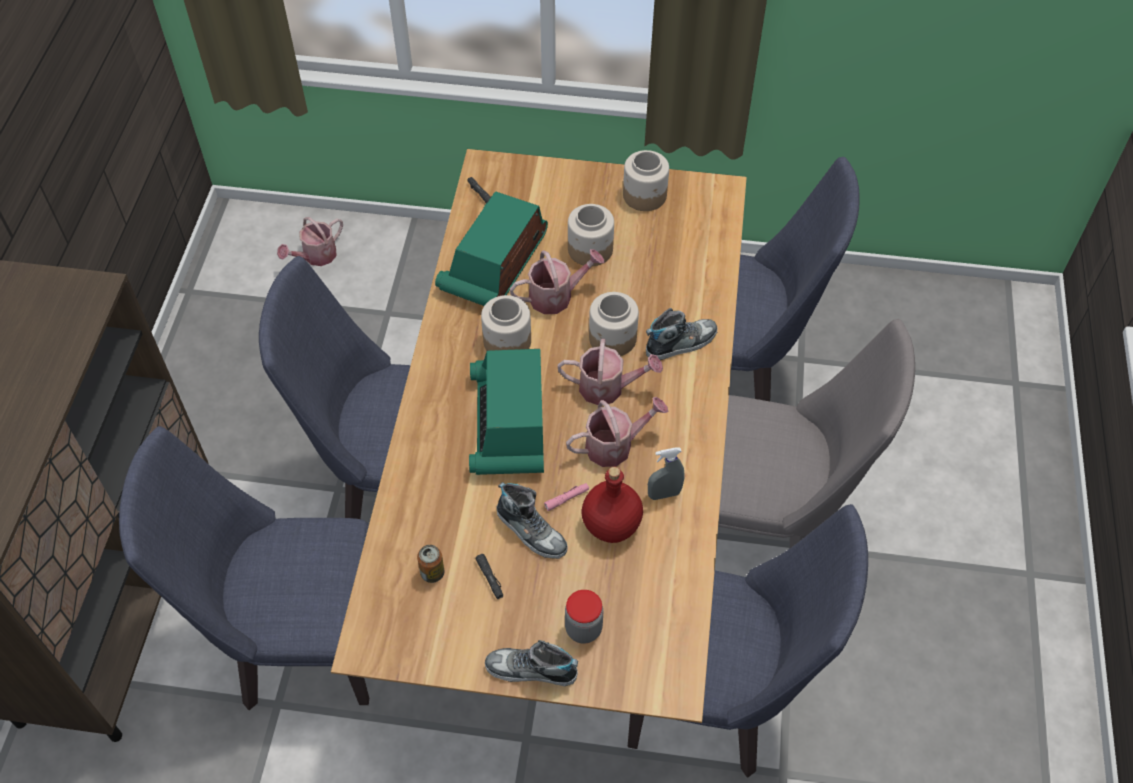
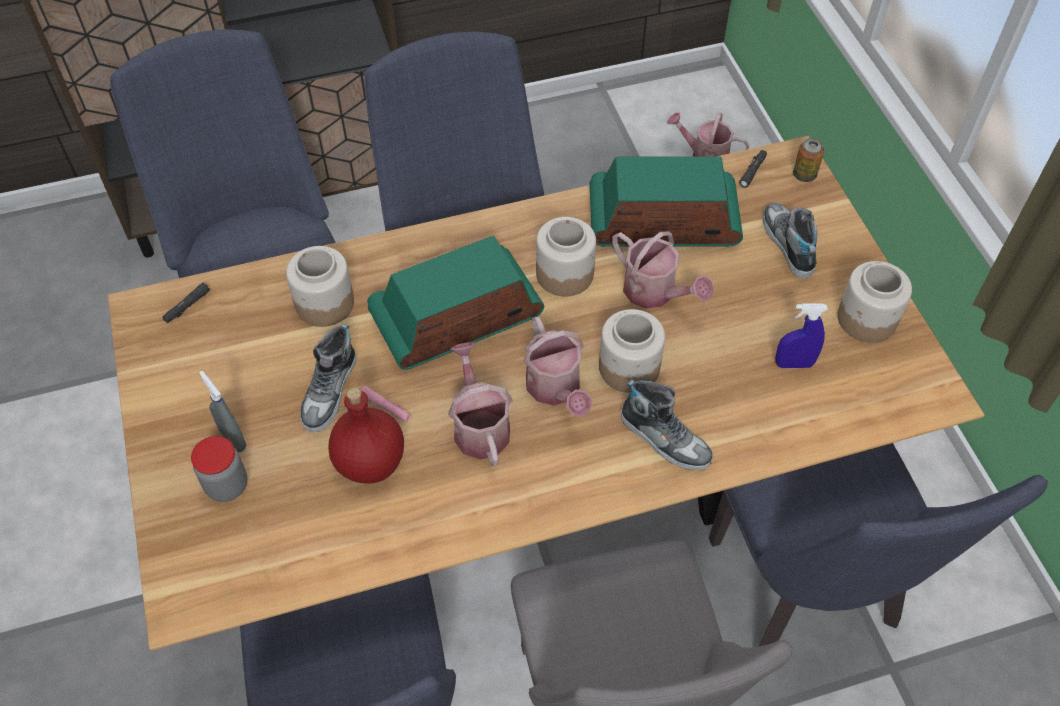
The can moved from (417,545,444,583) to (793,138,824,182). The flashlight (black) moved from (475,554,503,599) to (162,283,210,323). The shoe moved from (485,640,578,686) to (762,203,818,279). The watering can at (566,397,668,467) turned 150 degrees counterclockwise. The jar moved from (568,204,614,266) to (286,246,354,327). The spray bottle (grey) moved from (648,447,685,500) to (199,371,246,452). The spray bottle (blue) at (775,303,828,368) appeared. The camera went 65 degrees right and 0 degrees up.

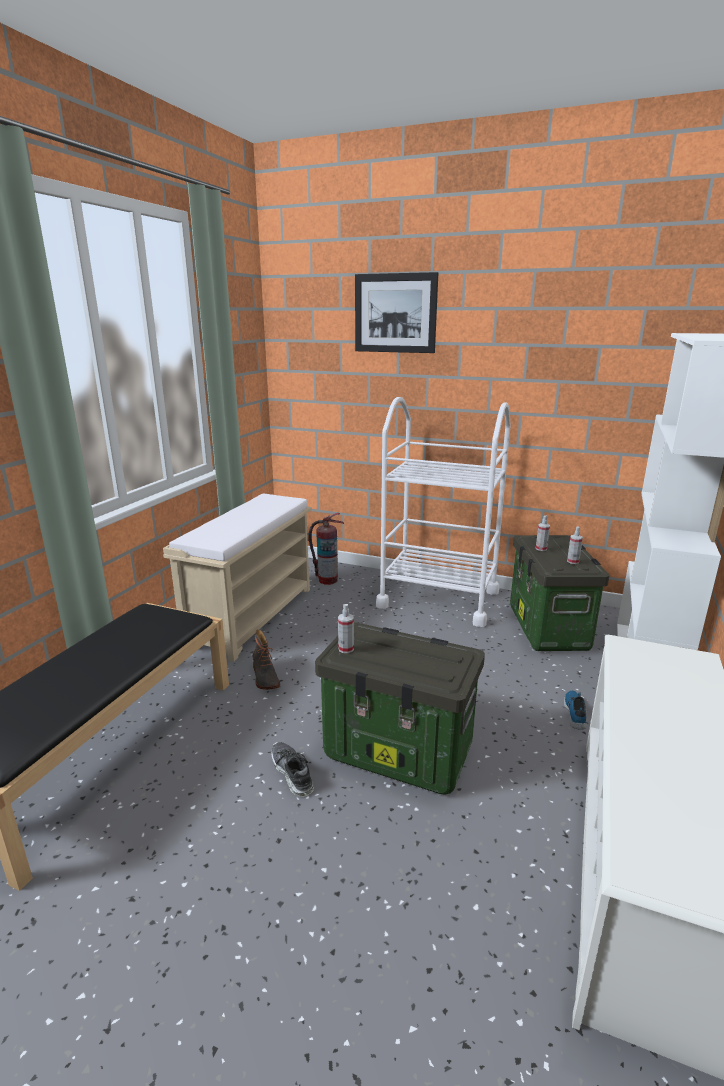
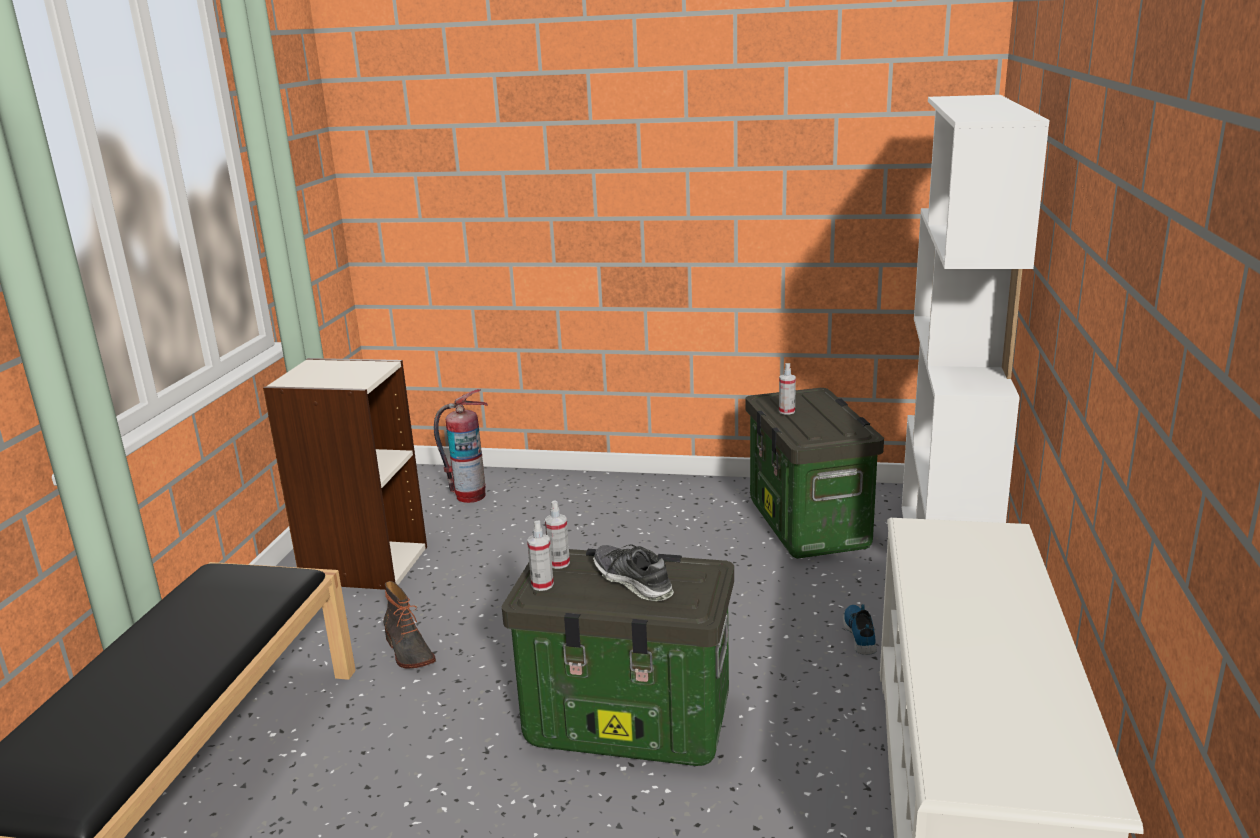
The bench (beige) at (163,494,312,662) was replaced by the bookcase at (263,358,427,590). The shoe moved from (272,742,314,797) to (593,544,674,601). The picture at (355,272,438,353) disappeared. The cart (white) at (376,397,511,627) disappeared. The spray bottle moved from (567,527,583,564) to (545,500,570,569). The camera went 10 degrees left and 0 degrees up.

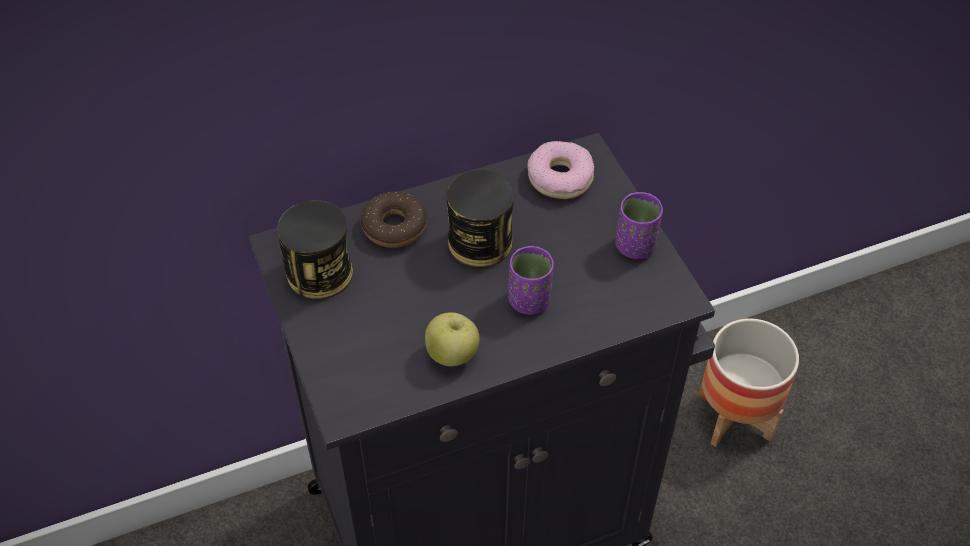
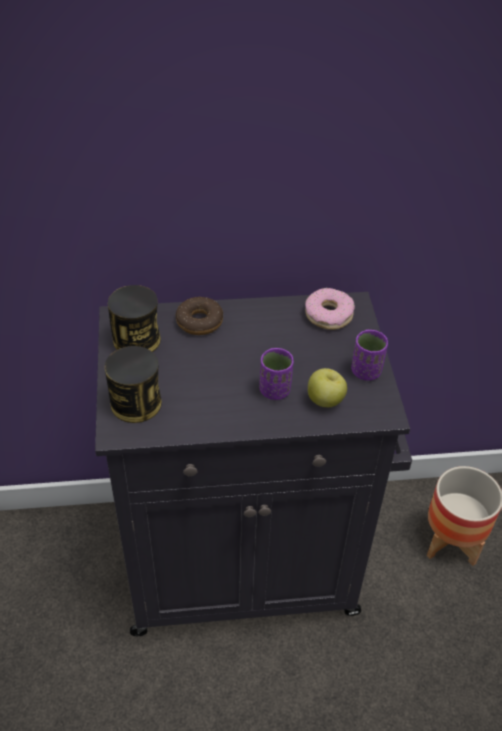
The apple moved from (425,312,480,367) to (308,368,347,407). The can moved from (446,170,514,268) to (105,346,162,423). The camera went 15 degrees right and 5 degrees down.

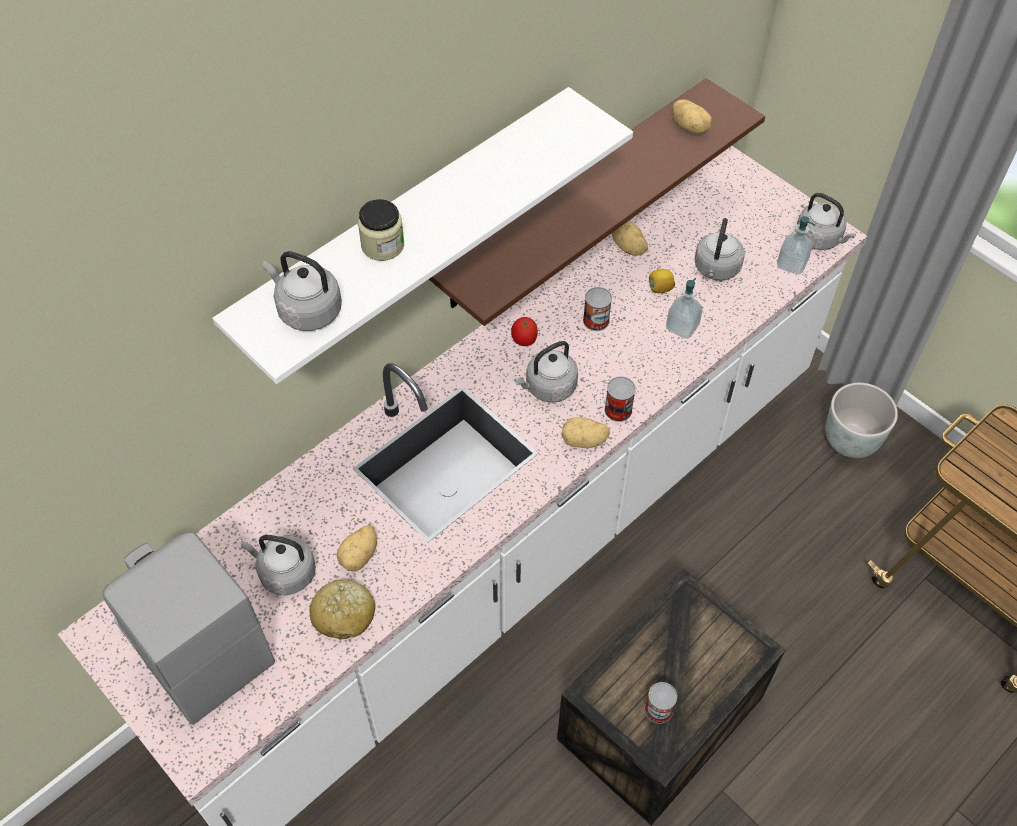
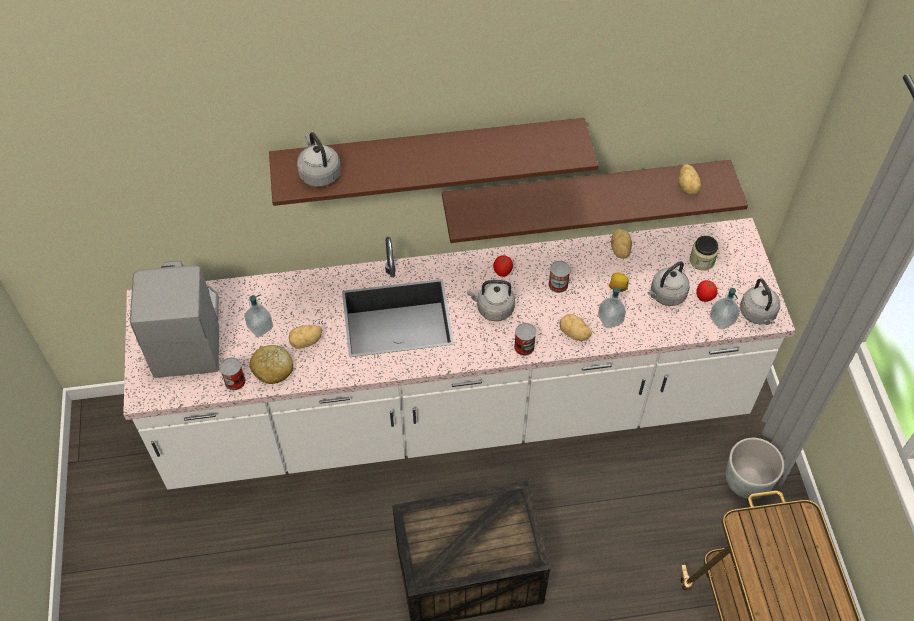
The shelf (white) at (213,87,633,384) became the shelf (brown) at (269,118,598,206). The kettle (grey) at (241,535,316,595) was replaced by the soap dispenser at (244,295,273,337). The jar moved from (358,199,404,261) to (689,236,719,271). The potato moved from (561,417,610,448) to (560,314,592,341). The can moved from (645,682,677,724) to (220,357,246,390). The tomato at (696,280,718,302) appeared. The camera went 35 degrees right and 0 degrees up.

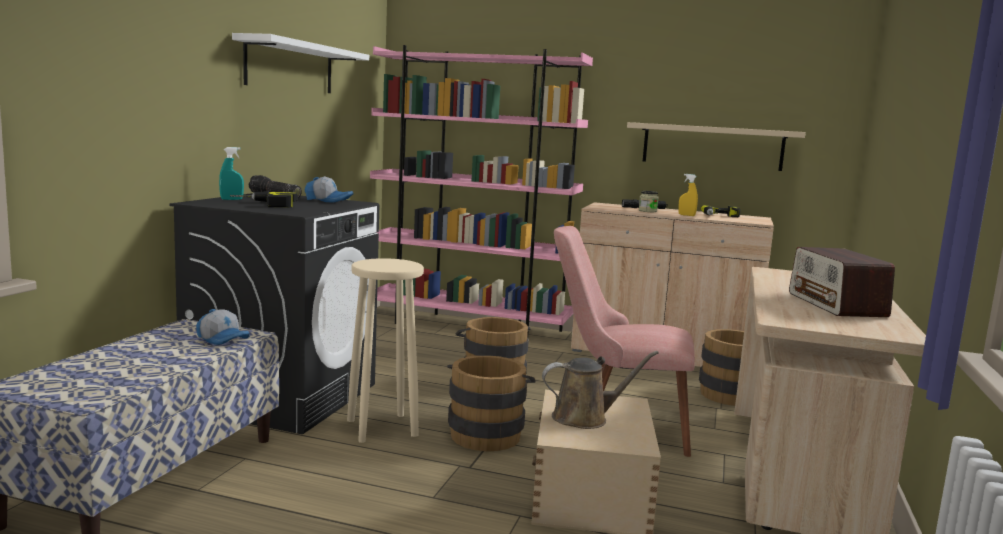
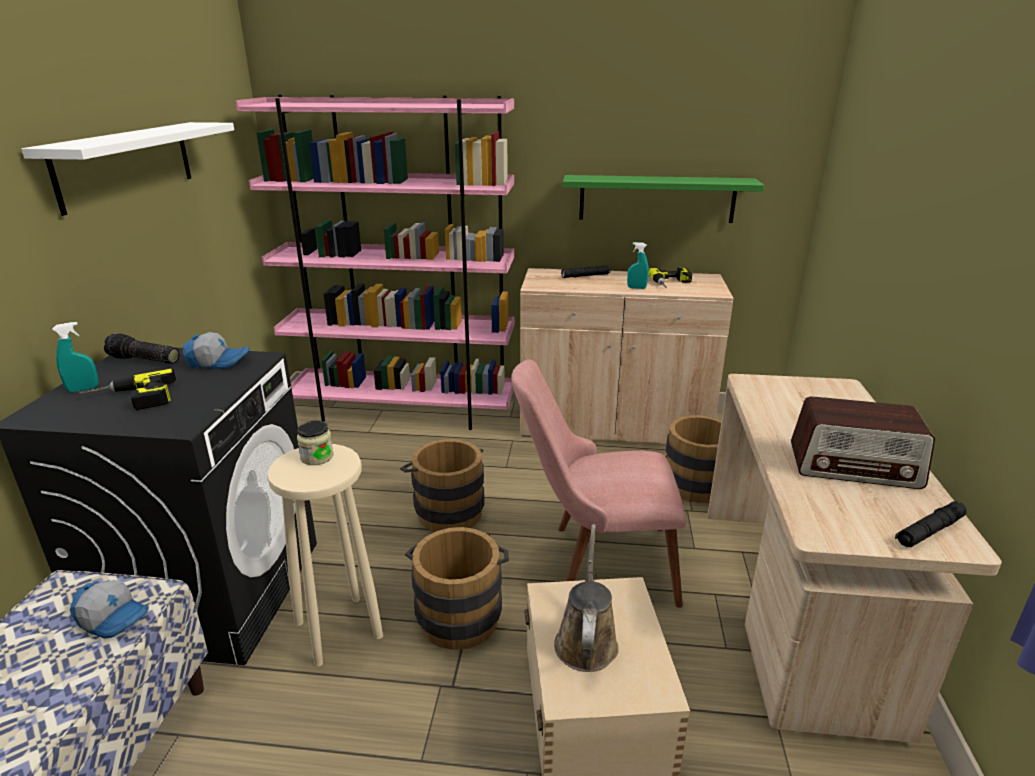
The watering can (brown) at (542,351,659,429) turned 60 degrees counterclockwise. The shelf (beige) at (627,122,806,171) became the shelf (green) at (563,175,764,223). The jar moved from (639,191,659,212) to (297,421,334,465). The spray bottle (yellow) at (678,174,698,216) became the spray bottle (turquoise) at (627,242,649,289). The radio at (789,247,895,317) turned 60 degrees counterclockwise. The flashlight (black) at (895,501,967,548) appeared. The camera went 10 degrees left and 15 degrees up.

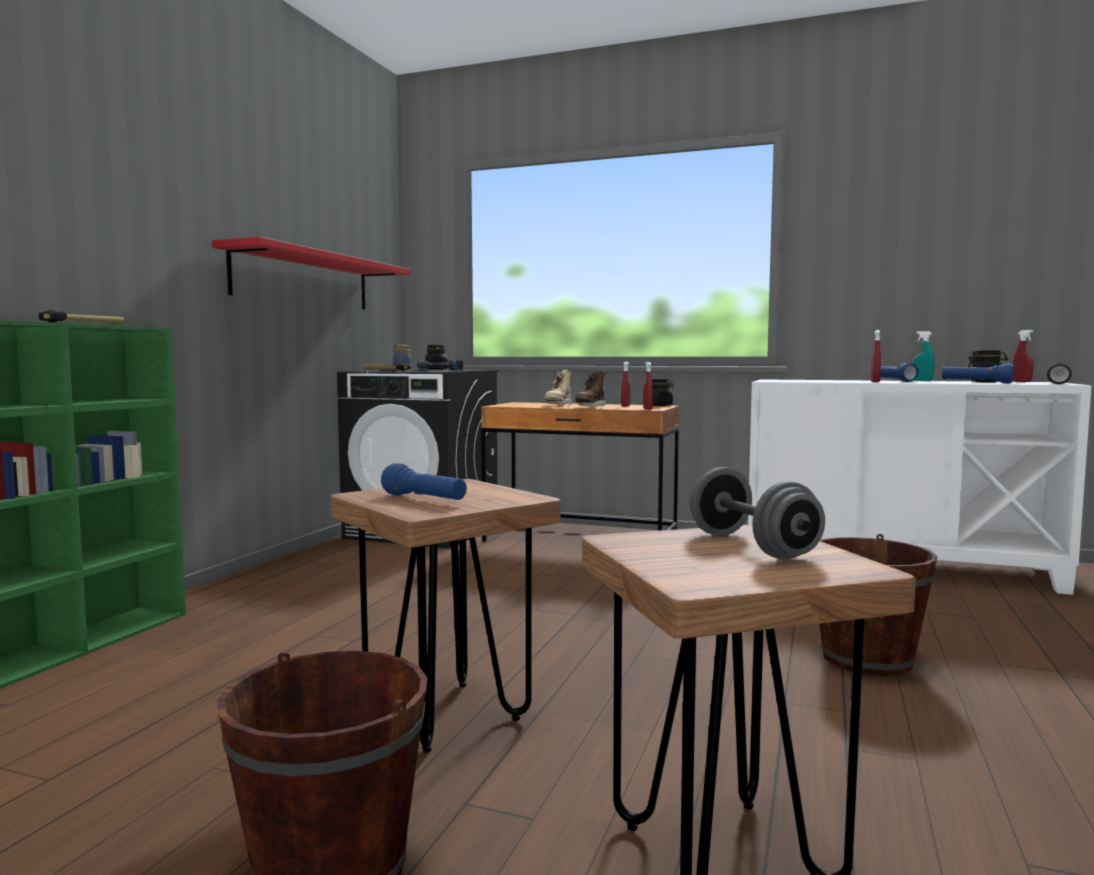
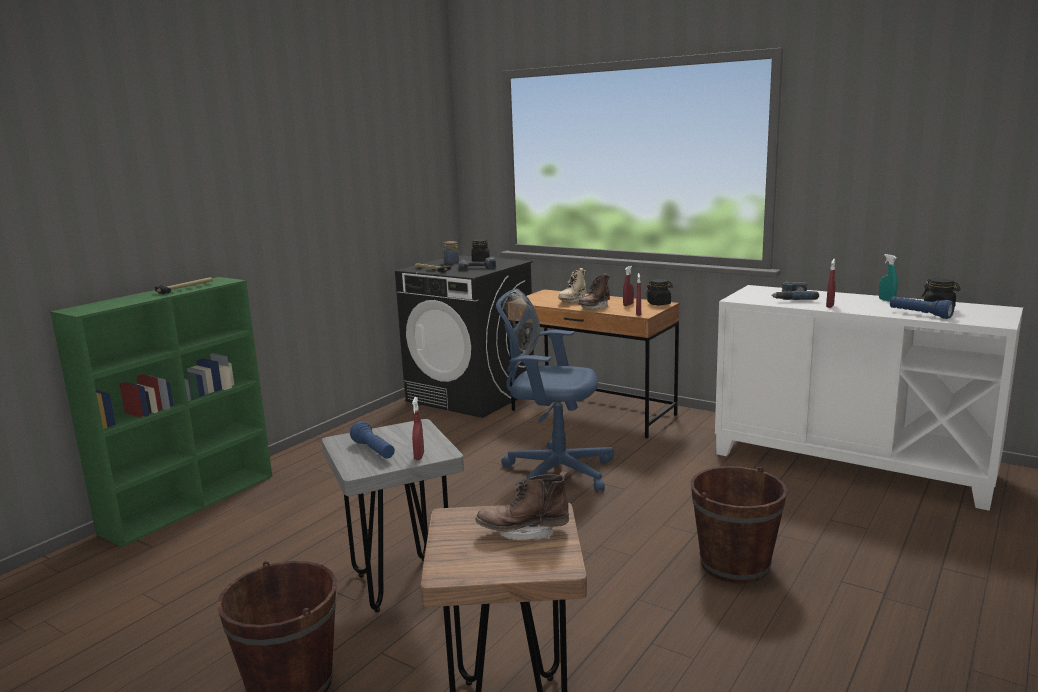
The shelf (red) at (212,237,410,309) disappeared. The stool (brown) at (331,479,561,753) became the stool (grey) at (322,419,464,612). The dumbbell (grey) at (689,467,825,559) was replaced by the boot (brown) at (476,471,569,540). The flashlight (blue) at (880,363,918,382) disappeared. The spray bottle (red) moved from (1013,330,1034,382) to (412,397,424,460). The flashlight (black) at (1047,363,1072,384) disappeared. The office chair (blue) at (496,289,614,492) appeared. The power drill at (771,282,819,300) appeared. The camera went 15 degrees right and 10 degrees up.

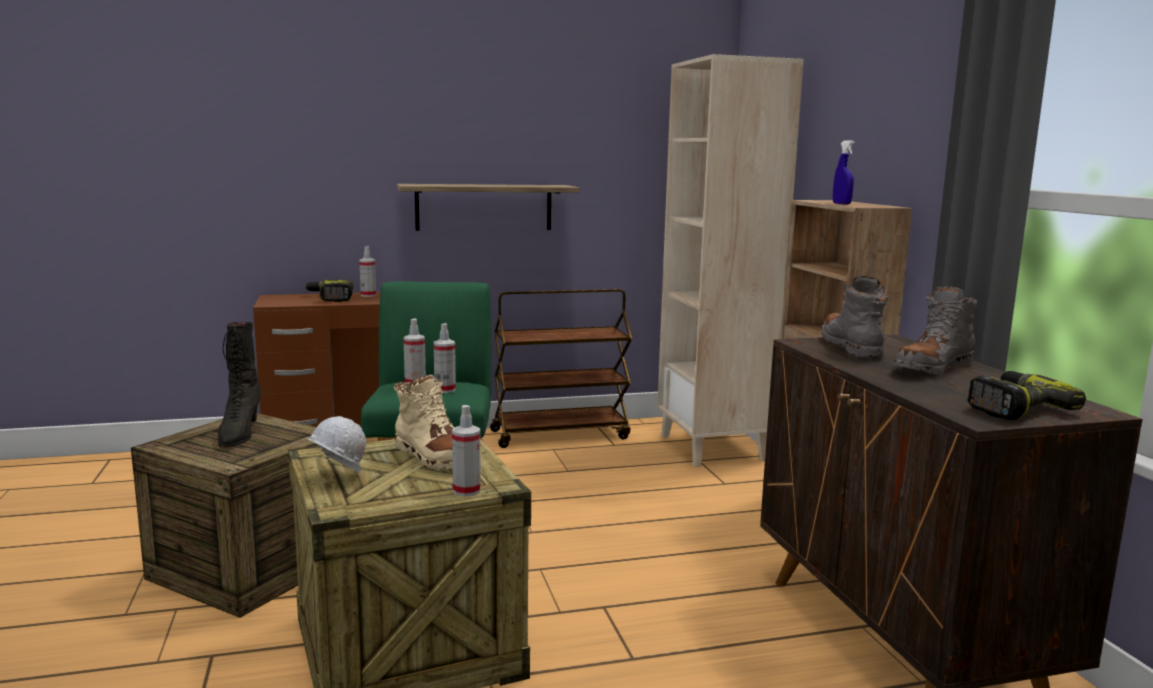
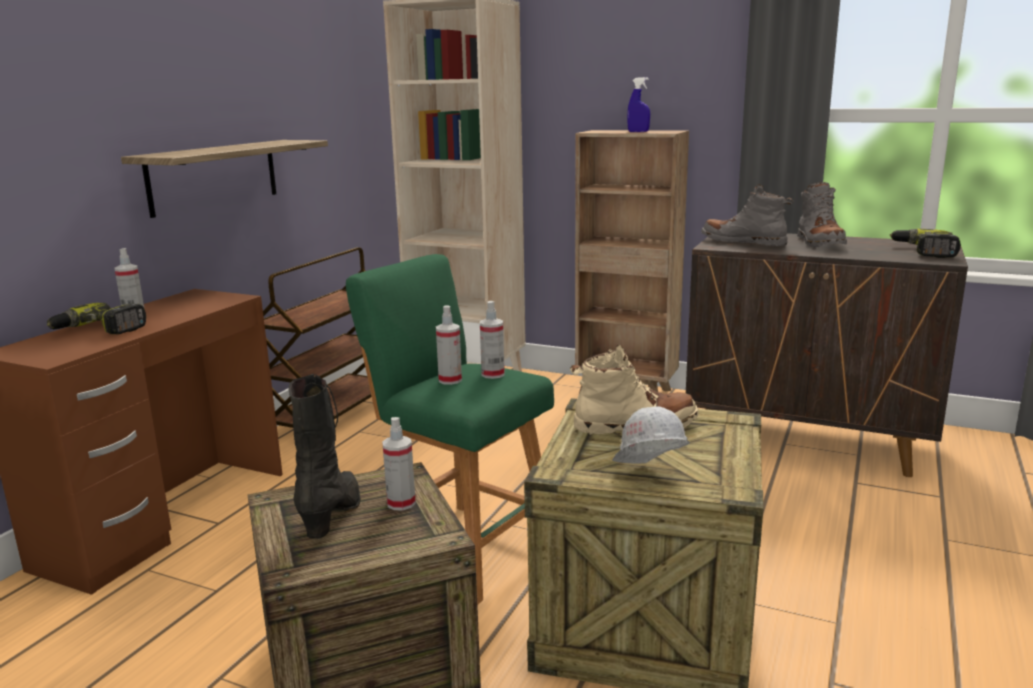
The boot (black) at (218,322,262,447) turned 120 degrees counterclockwise. The spray bottle moved from (452,405,481,496) to (382,417,416,510). The camera went 50 degrees left and 5 degrees up.

